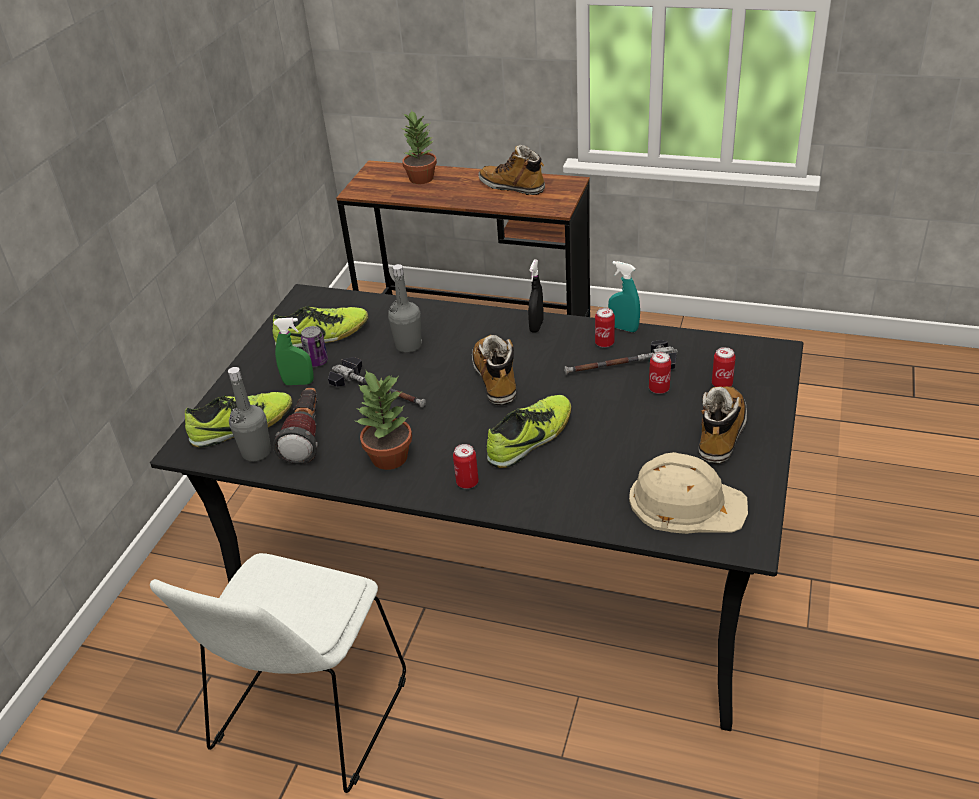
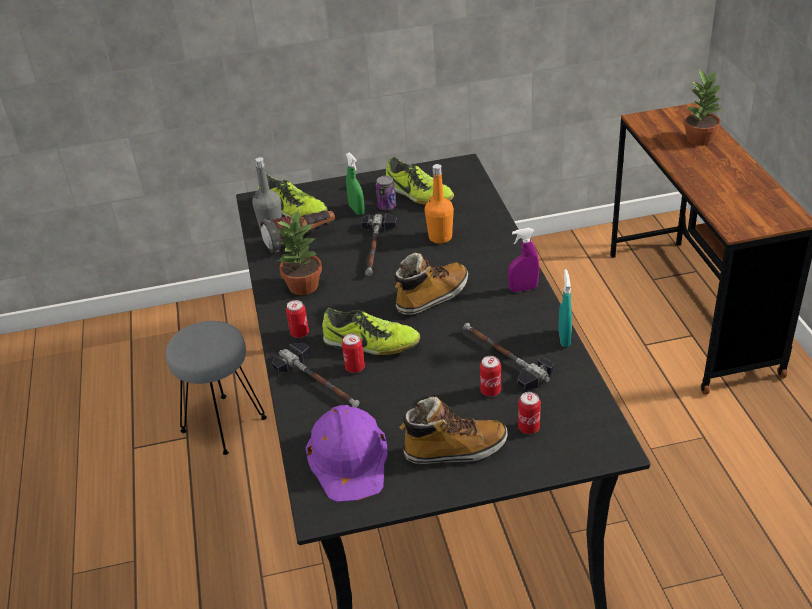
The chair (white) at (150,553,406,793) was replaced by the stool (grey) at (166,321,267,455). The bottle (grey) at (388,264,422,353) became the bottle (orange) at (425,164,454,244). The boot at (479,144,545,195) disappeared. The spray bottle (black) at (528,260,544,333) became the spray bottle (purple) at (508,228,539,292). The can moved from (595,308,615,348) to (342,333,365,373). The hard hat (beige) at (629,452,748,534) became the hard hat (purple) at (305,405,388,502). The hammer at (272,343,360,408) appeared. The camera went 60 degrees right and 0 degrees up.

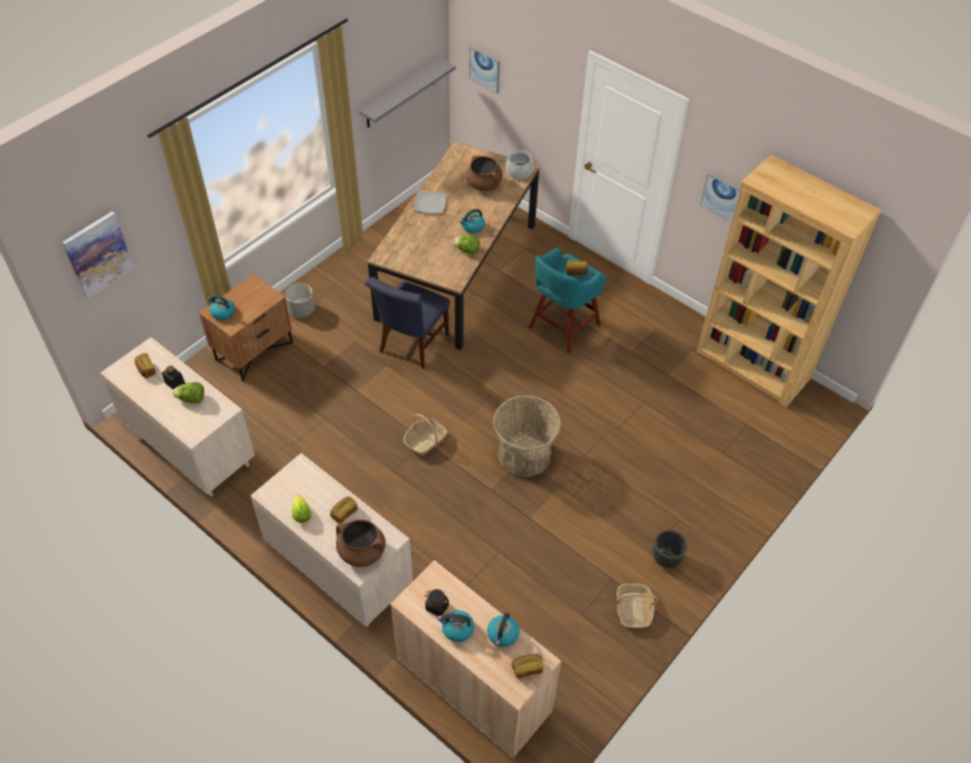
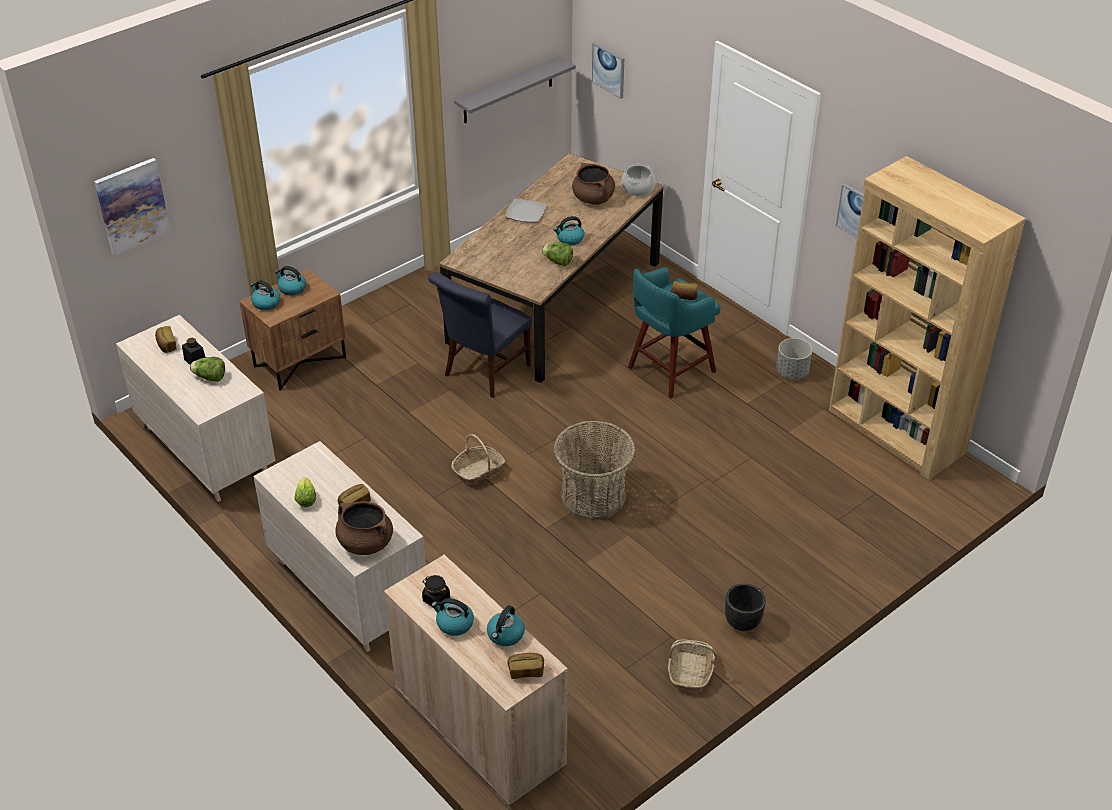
The planter (grey) moved from (285,283,315,318) to (776,338,812,380). The kettle at (275,266,306,296) appeared. The camera went 10 degrees right and 10 degrees down.

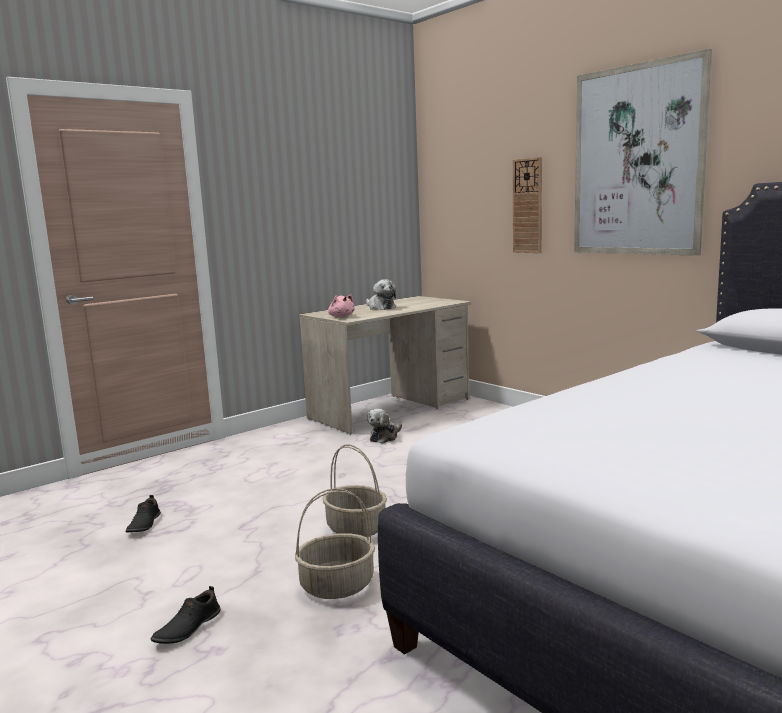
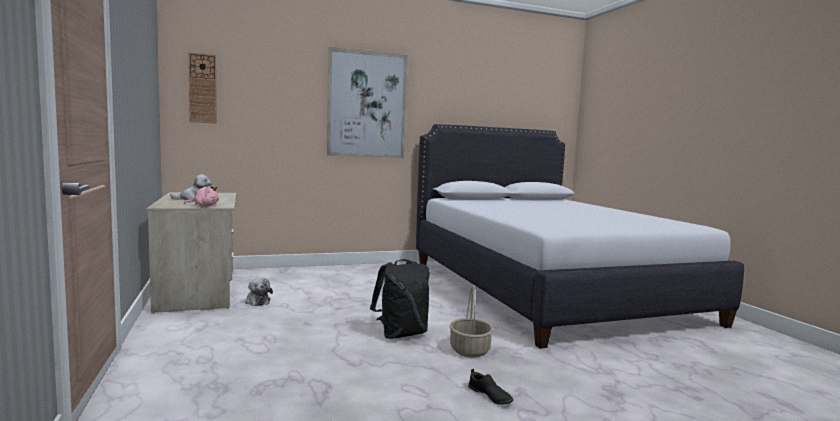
The shoe (black) at (125,495,161,533) disappeared. The basket at (323,444,387,537) was replaced by the backpack (black) at (370,259,430,339). The wall clock moved from (513,157,542,253) to (188,52,217,124). The camera went 70 degrees left and 5 degrees down.

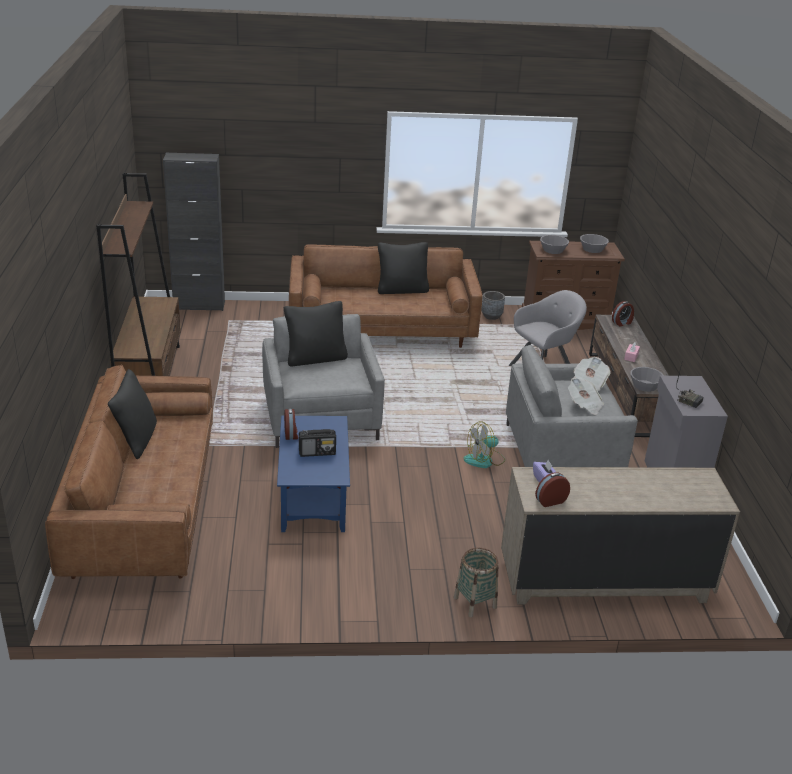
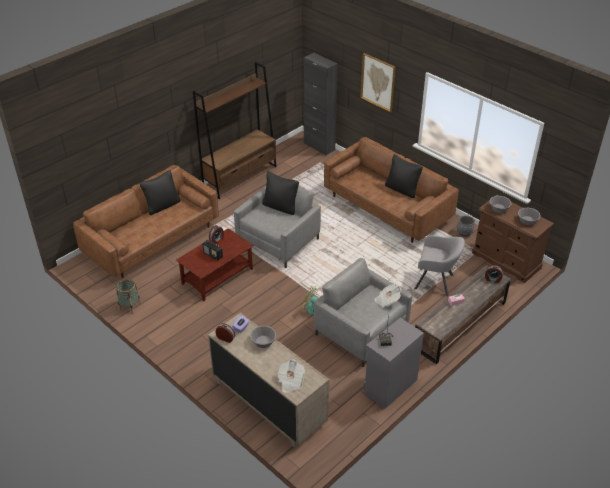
The coffee table (blue) at (277,416,350,532) became the coffee table (brown) at (176,228,254,301). The basket moved from (454,548,498,617) to (116,279,141,314). The newspaper moved from (568,378,604,415) to (277,359,306,393). The bowl (grey) moved from (630,367,664,392) to (250,326,276,348). The picture at (360,53,396,112) appeared. The camera went 50 degrees right and 10 degrees up.

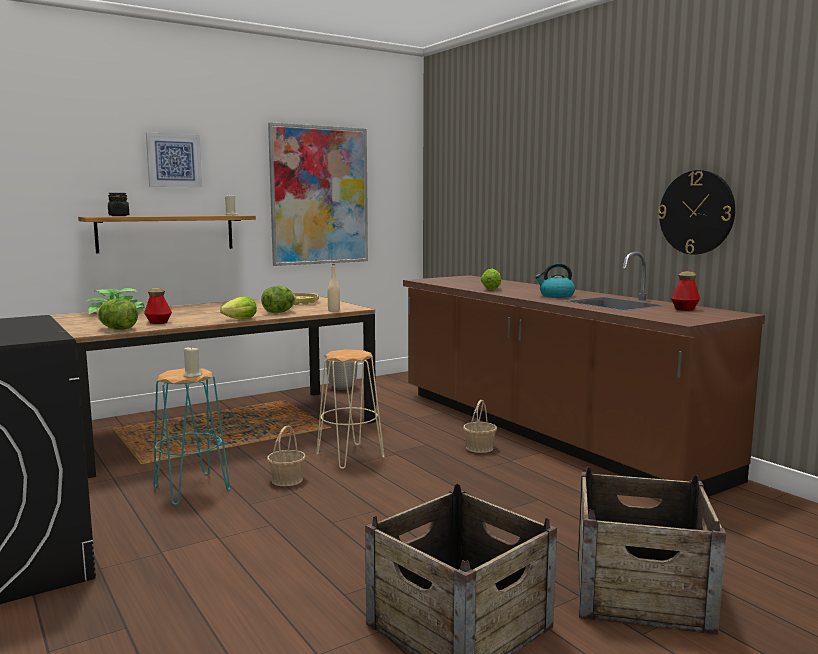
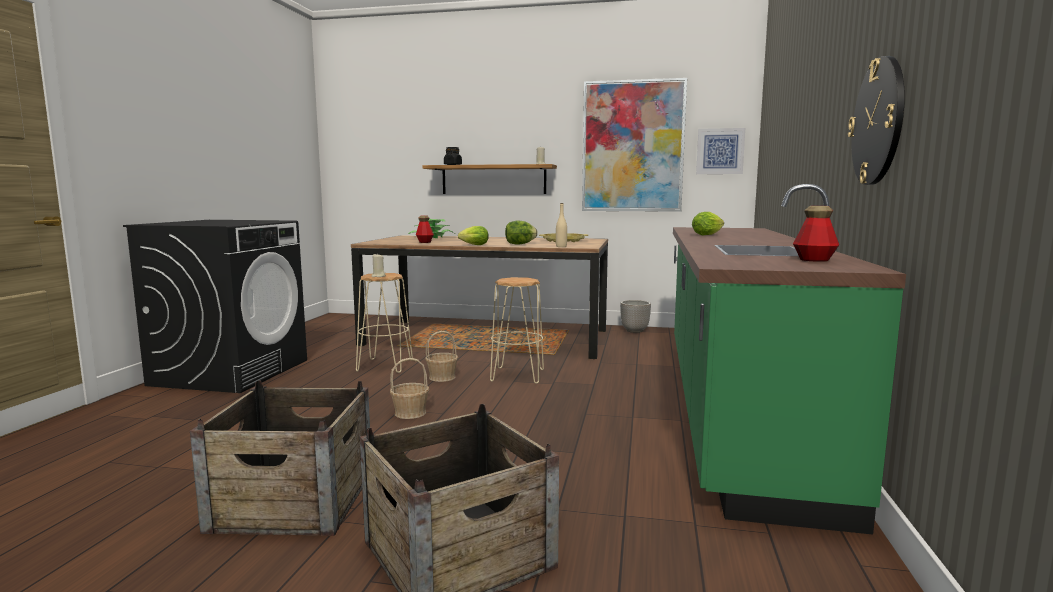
The lettuce at (97,298,138,330) disappeared. The picture moved from (146,132,202,188) to (696,128,745,174). The stool (turquoise) at (153,368,230,505) became the stool (beige) at (356,273,413,373). The counter (brown) at (403,252,765,497) became the counter (green) at (673,184,906,535). The basket moved from (463,400,497,453) to (390,358,429,419). The kettle at (535,263,575,298) disappeared. The camera went 45 degrees right and 0 degrees up.

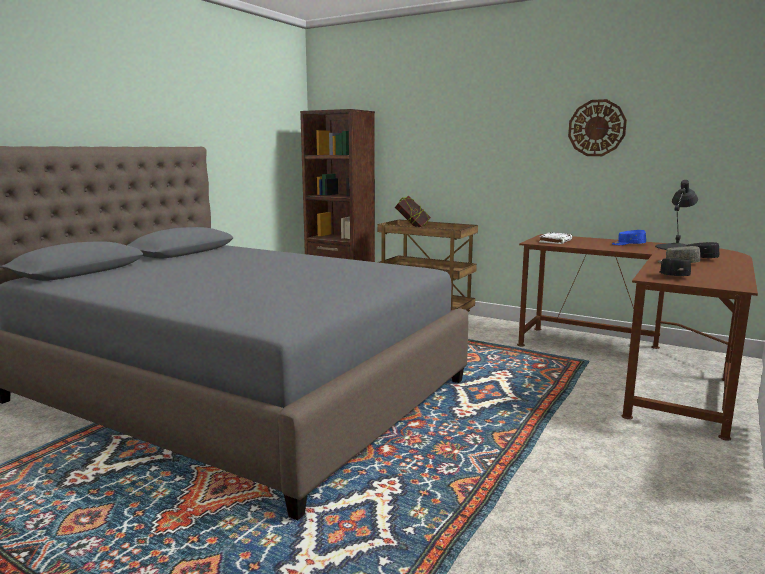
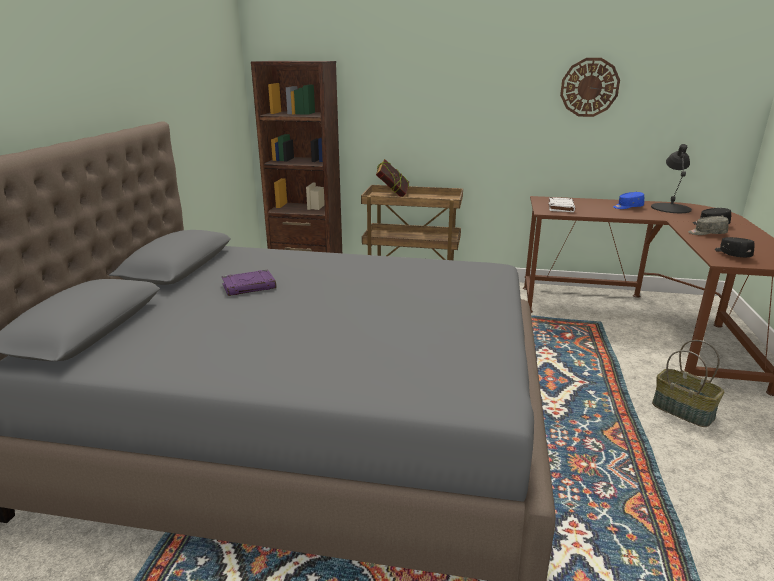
The book (purple) at (222,270,276,296) appeared. The basket at (652,340,724,427) appeared. The camera went 20 degrees left and 10 degrees up.

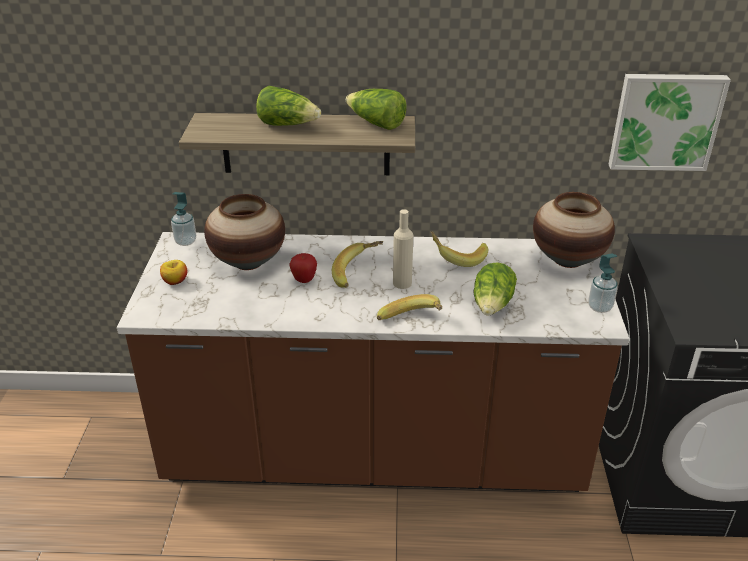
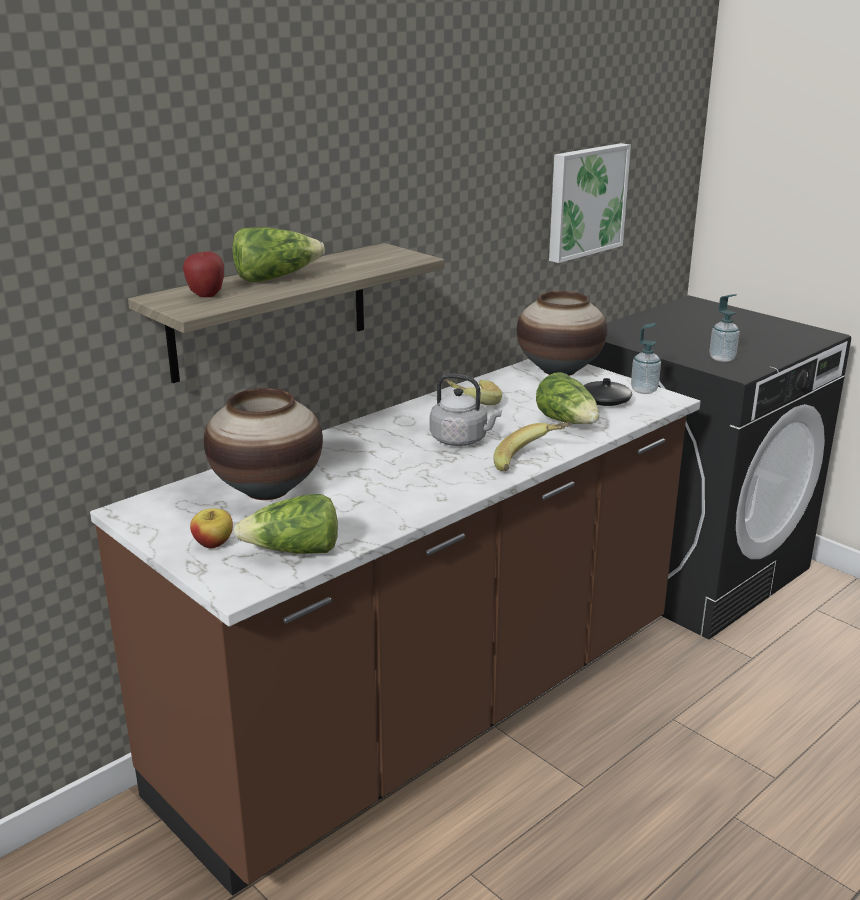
The soap dispenser moved from (171,192,196,246) to (709,294,740,362). The apple moved from (289,253,317,283) to (183,252,224,297). The banana at (332,241,383,288) disappeared. The lettuce moved from (346,89,407,130) to (233,494,338,554). The bottle (beige) at (393,209,413,289) was replaced by the kettle (grey) at (430,374,502,446). The vase (black) at (583,378,632,406) appeared. The camera went 45 degrees left and 10 degrees down.

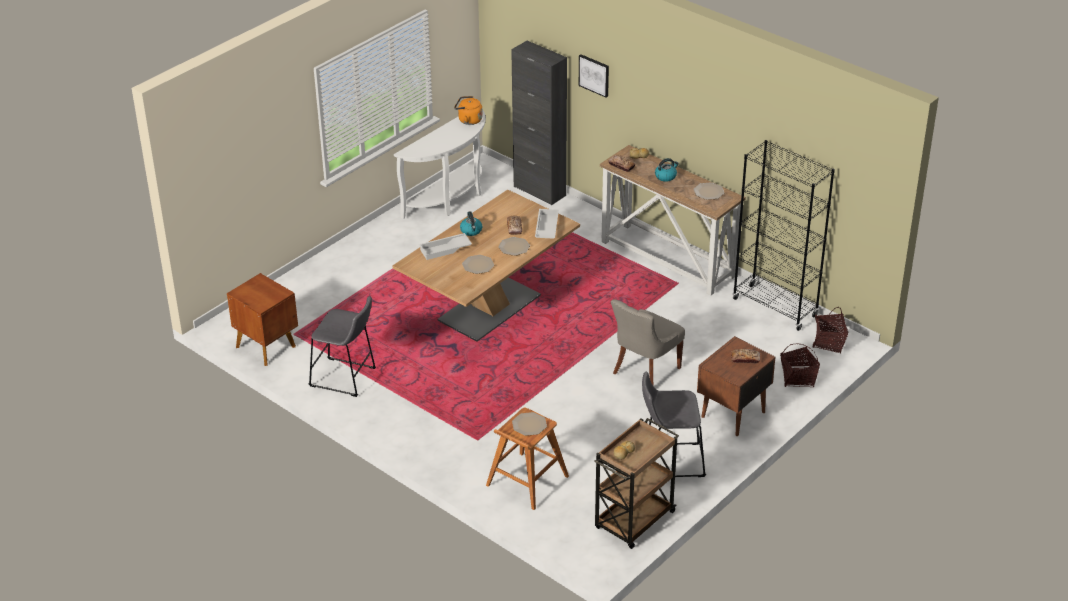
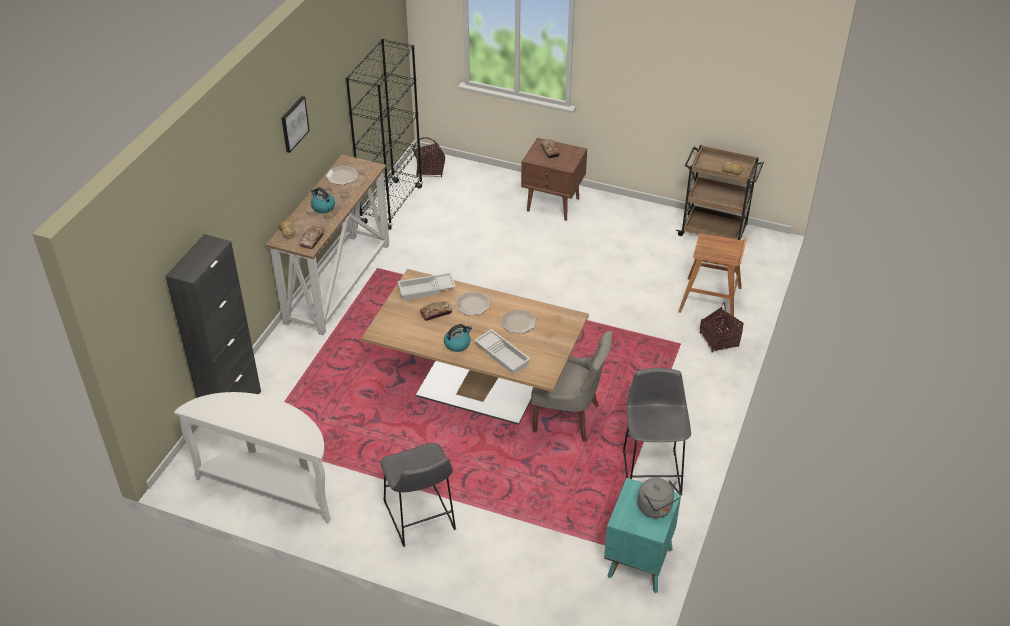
The nightstand (brown) at (227,273,298,366) became the nightstand (turquoise) at (604,478,681,593). The kettle (orange) at (454,96,483,125) disappeared. The plate at (512,412,547,436) disappeared. The picture moved from (579,54,609,98) to (281,96,310,153). The chair (grey) moved from (611,299,685,385) to (531,331,612,442). The stool (grey) moved from (642,372,706,477) to (380,443,456,547). The basket moved from (780,344,820,387) to (700,302,744,352). The kettle (grey) at (638,477,681,518) appeared. The camera went 110 degrees left and 5 degrees up.

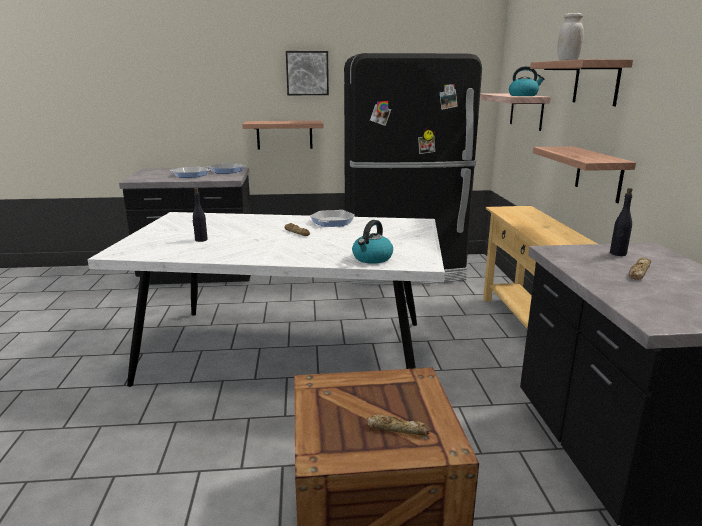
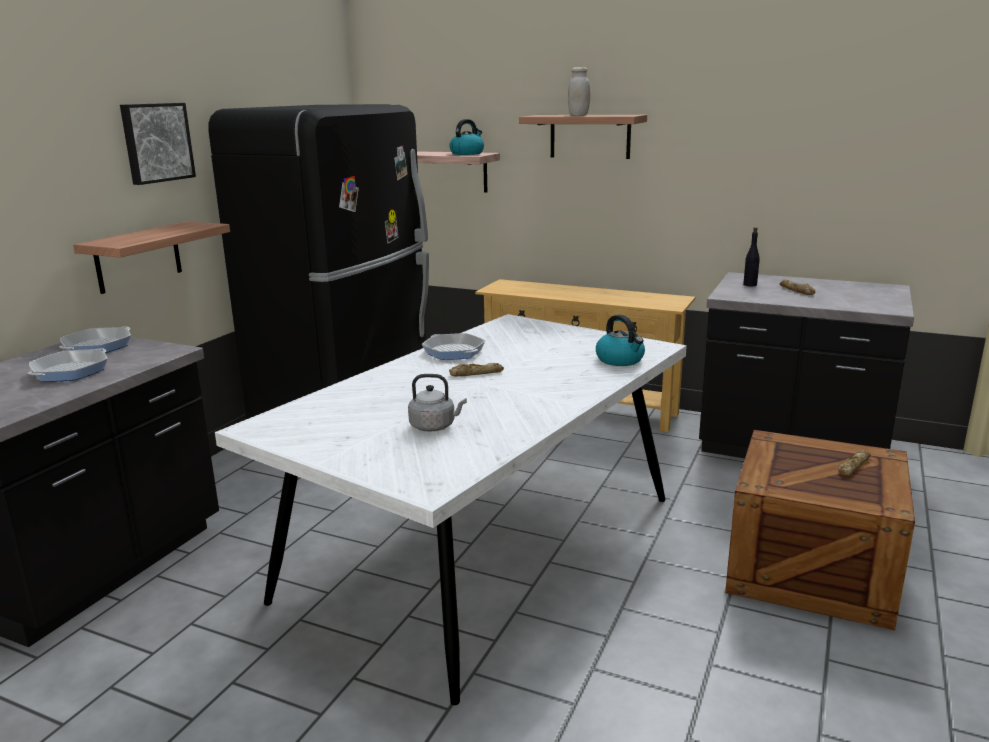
The bottle (black) at (193,188,208,242) was replaced by the kettle (grey) at (408,374,467,432). The shelf at (533,146,636,203) disappeared. The camera went 60 degrees left and 0 degrees up.

